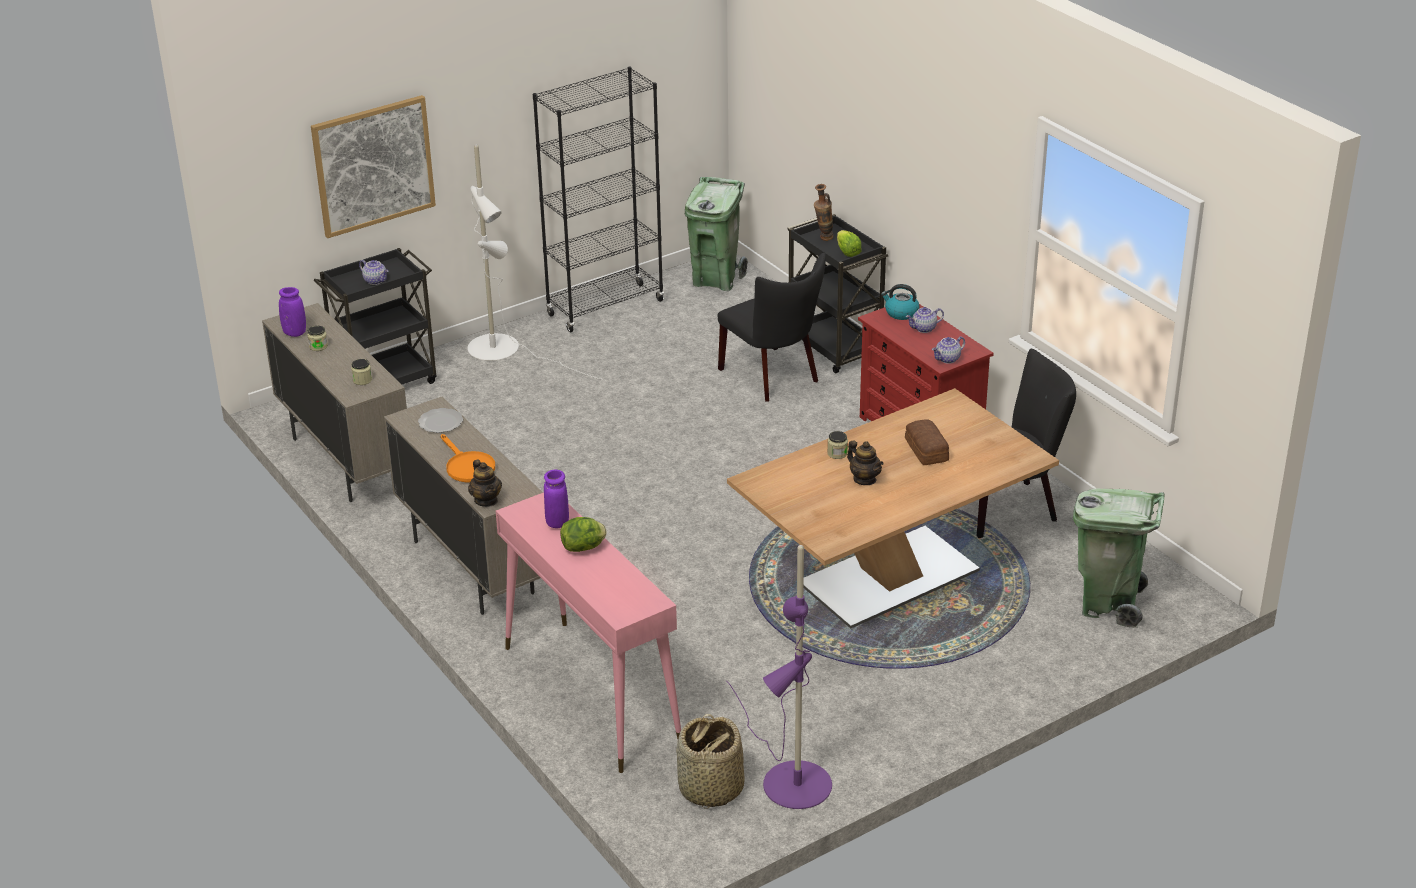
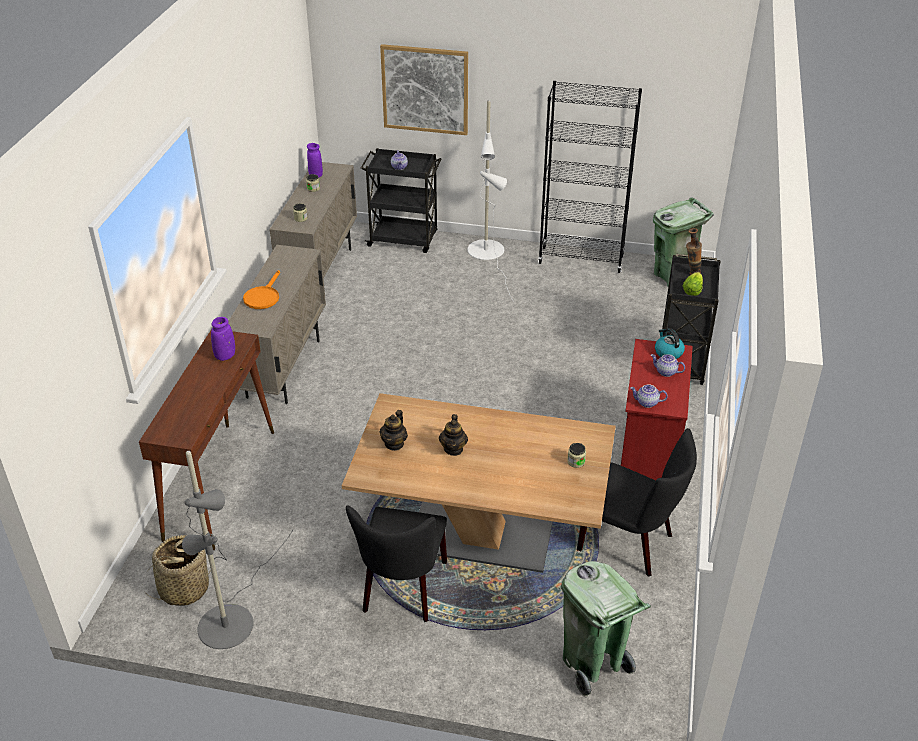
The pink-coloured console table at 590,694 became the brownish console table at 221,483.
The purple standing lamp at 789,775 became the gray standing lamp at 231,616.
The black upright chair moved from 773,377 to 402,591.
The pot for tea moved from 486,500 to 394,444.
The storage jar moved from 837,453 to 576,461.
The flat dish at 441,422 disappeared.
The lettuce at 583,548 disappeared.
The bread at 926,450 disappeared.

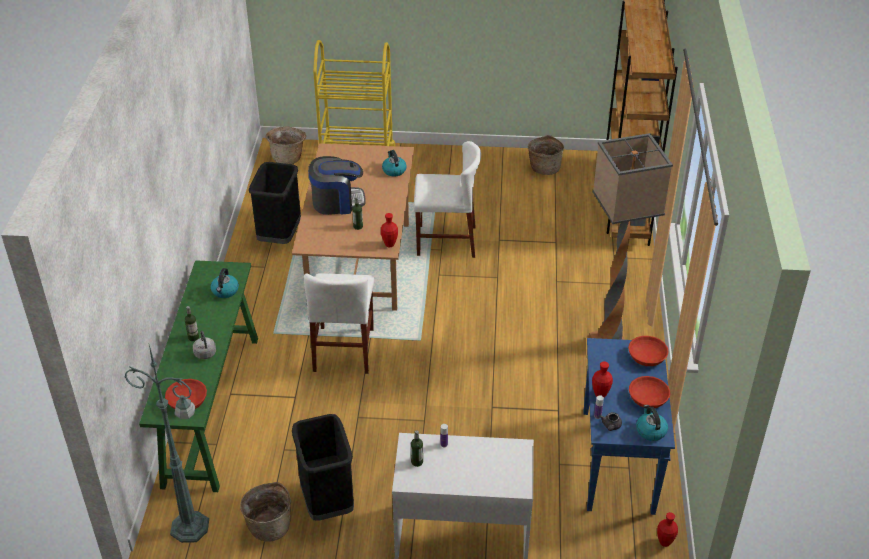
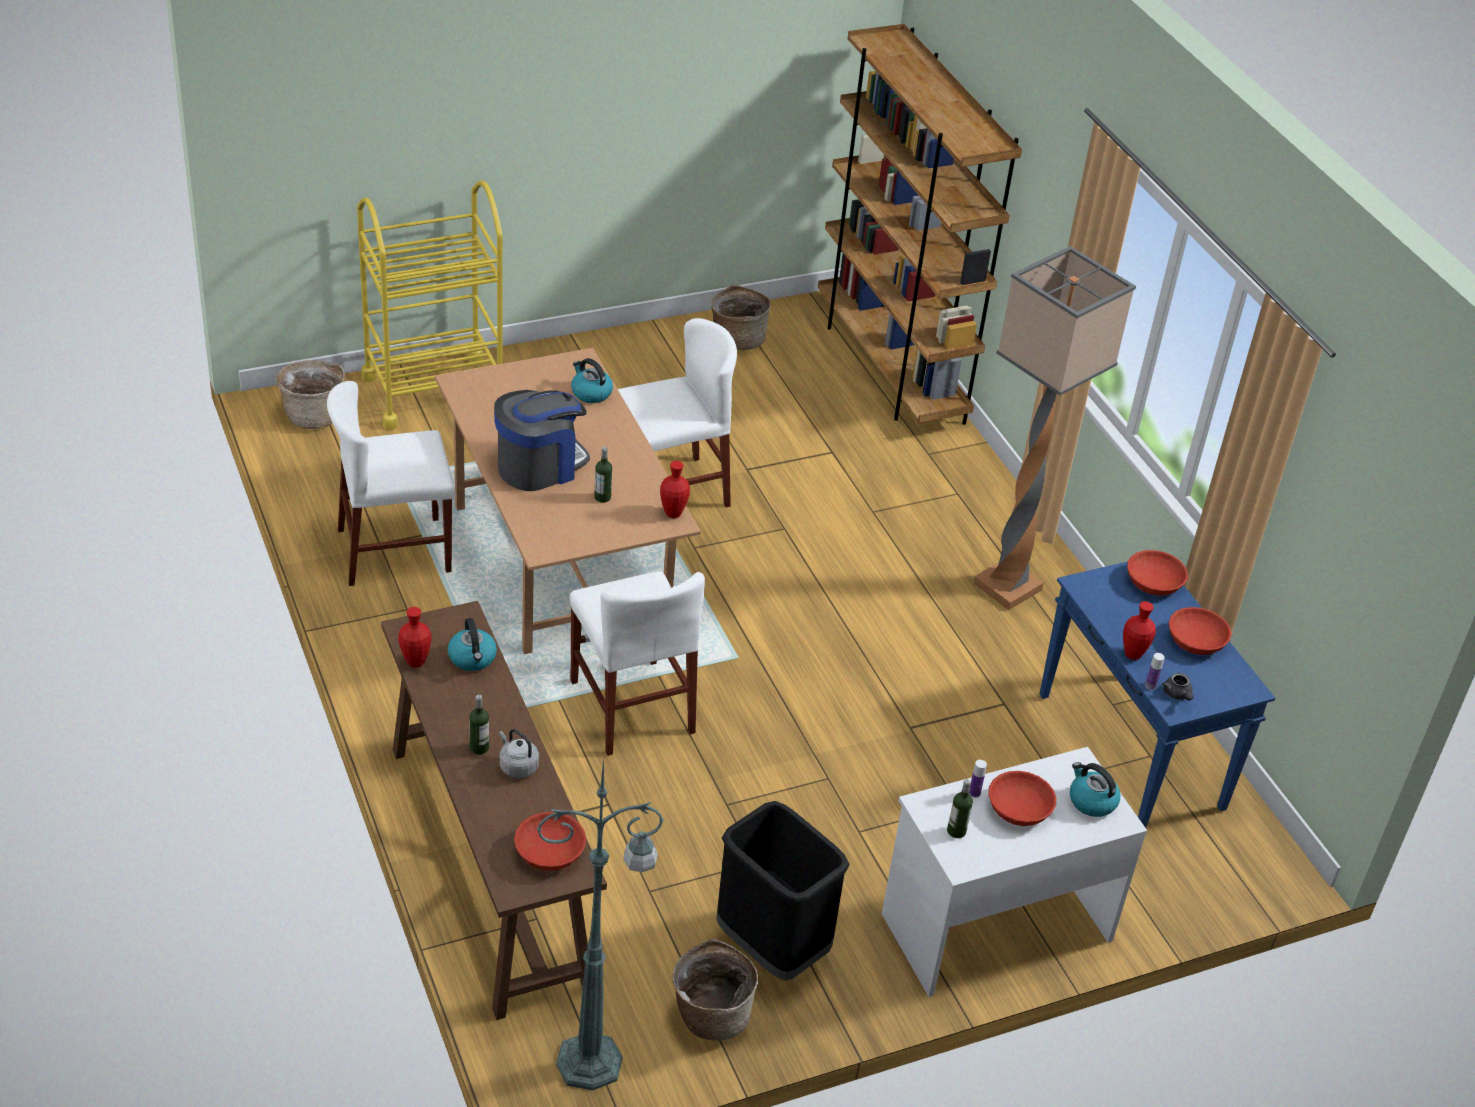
The black rubbish bin at 279,236 was replaced by the white-coloured upright chair at 394,551.
The greenish console table at 212,408 became the brownish console table at 487,863.
The red vase moved from 664,542 to 415,662.
The red deep dish at 1019,808 appeared.
The tea kettle moved from 650,431 to 1091,801.

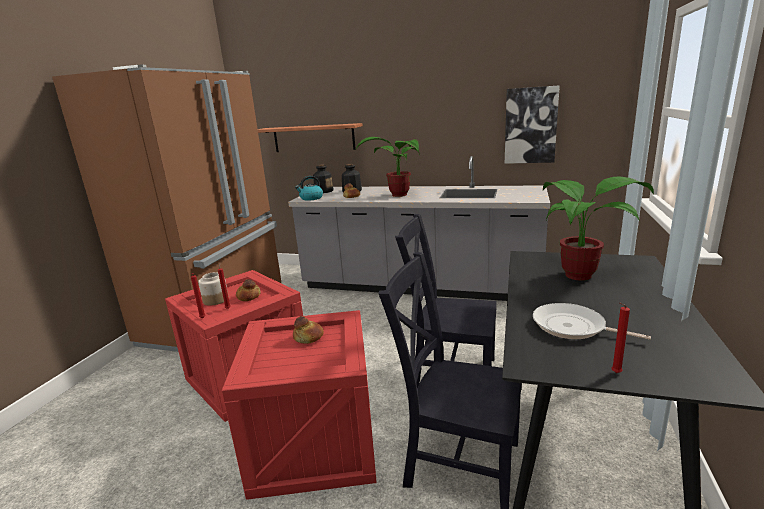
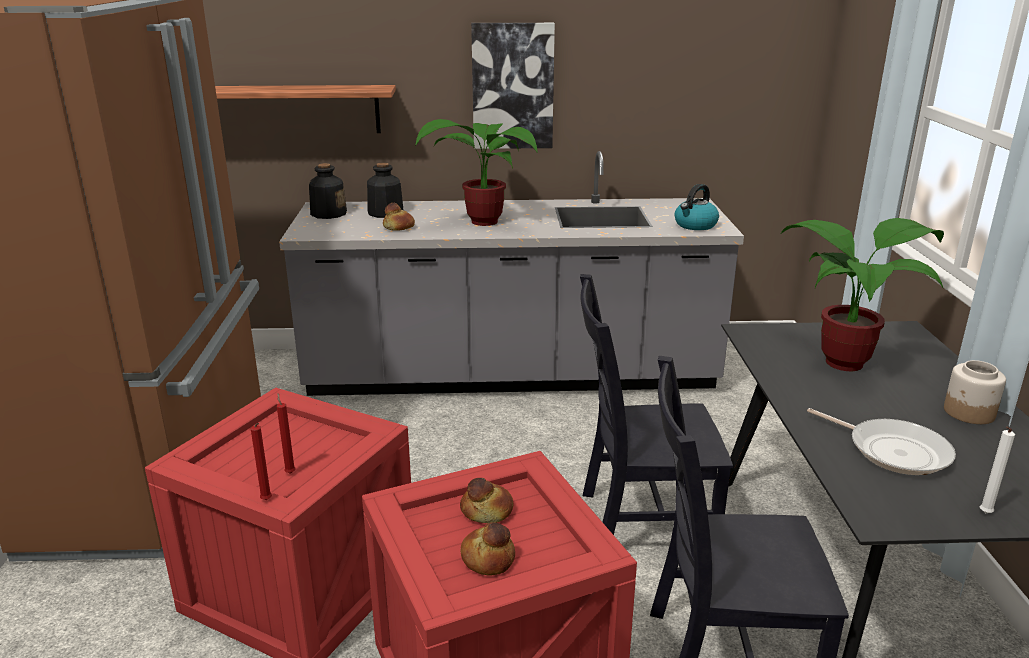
The bread moved from 249,296 to 488,558.
The picture moved from 530,125 to 512,86.
The tea kettle moved from 311,198 to 695,225.
The frying pan at 572,327 turned 150 degrees counterclockwise.
The storage jar moved from 215,300 to 969,413.
The red candle at 614,373 became the white-coloured candle at 984,514.

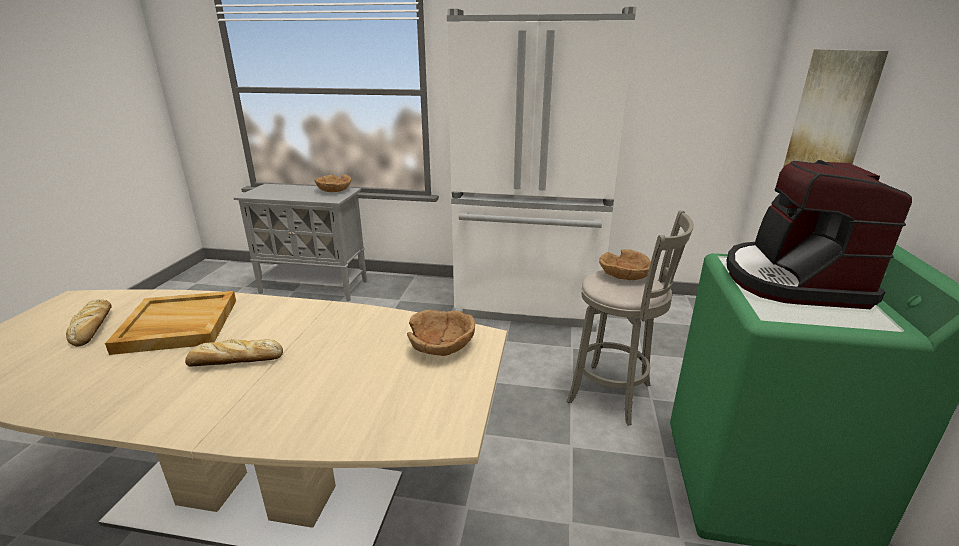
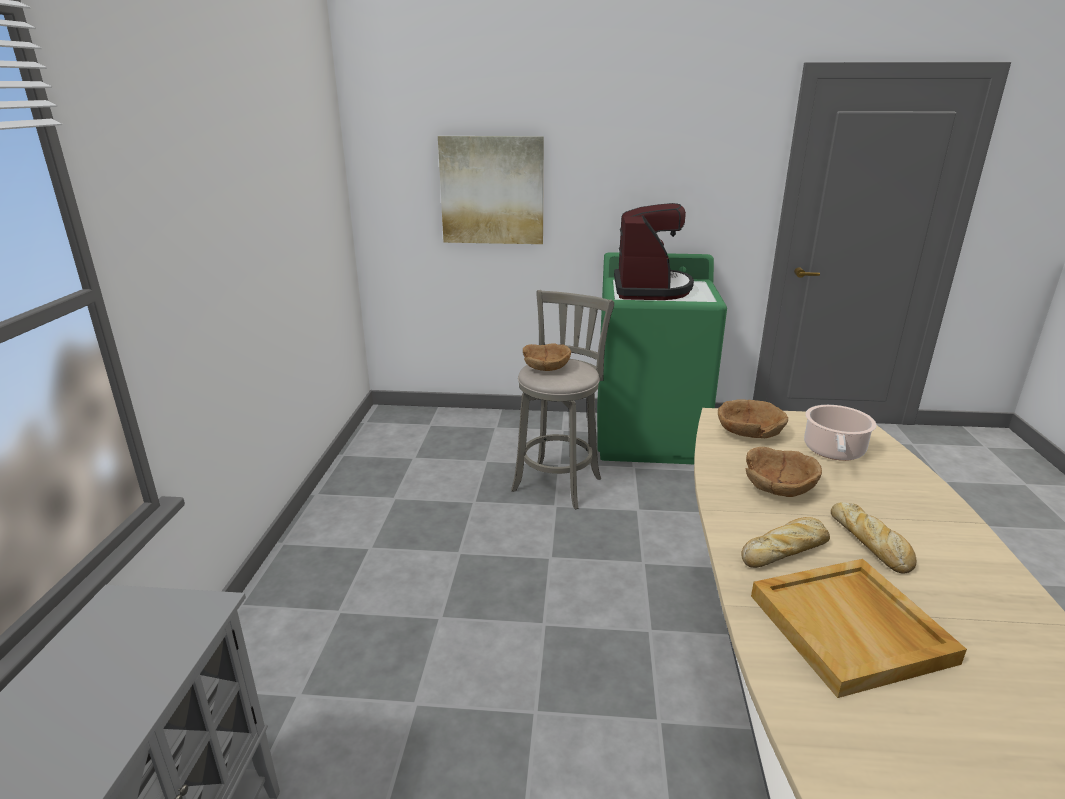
The coffee brewer at 792,280 turned 90 degrees counterclockwise.
The bread moved from 92,327 to 786,550.
The brownish deep dish moved from 334,191 to 779,486.
The cooking pot at 833,451 appeared.
The white-coloured fridge at 528,305 disappeared.

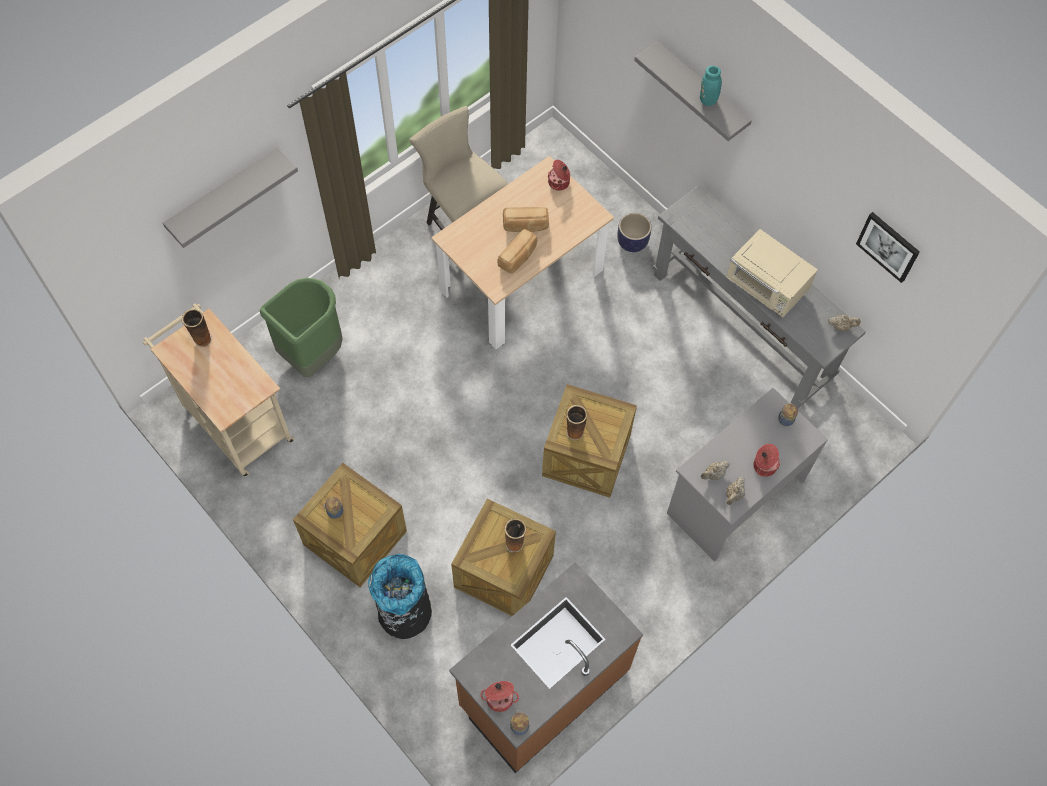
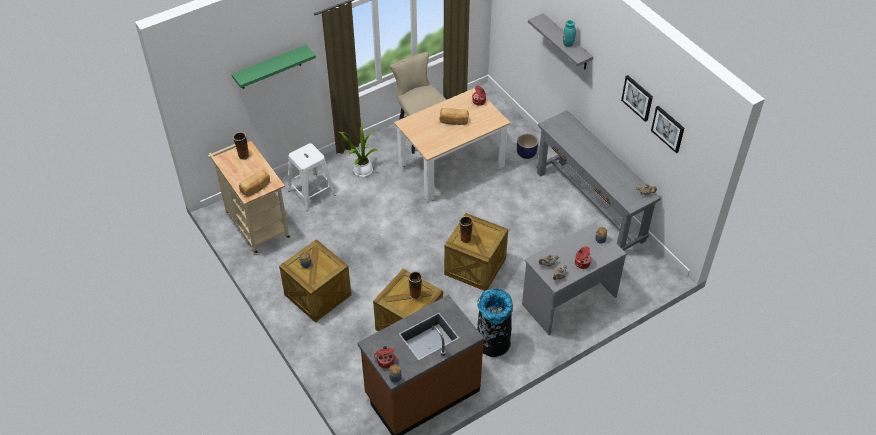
The gray wall shelf at 224,195 became the greenish wall shelf at 270,67.
The bread moved from 518,257 to 256,188.
The greenish rubbish bin at 312,354 was replaced by the white-coloured stool seat at 311,193.
The plant in a pot at 361,171 appeared.
The black rubbish bin moved from 404,613 to 492,343.
The picture at 637,98 appeared.
The beige-coloured kitchen microwave at 766,287 disappeared.

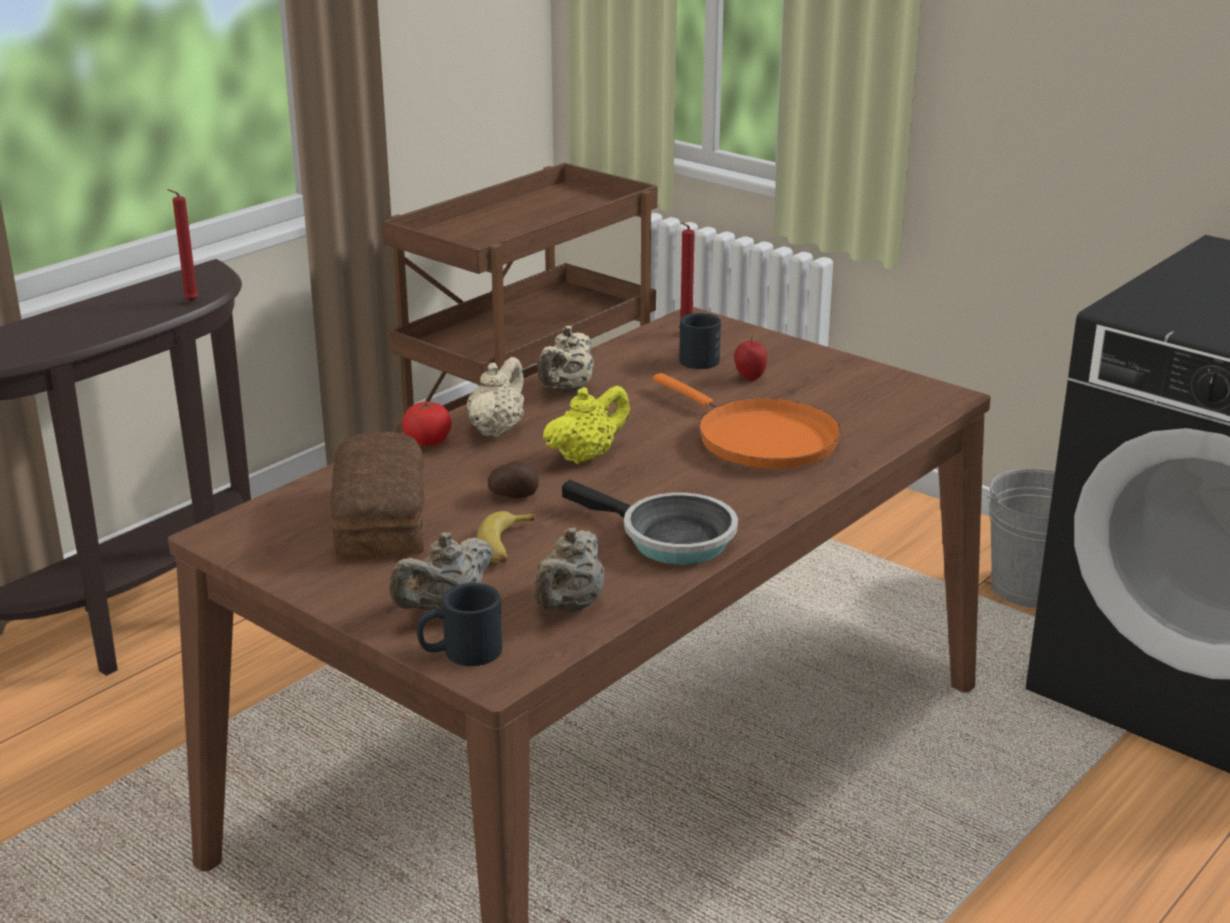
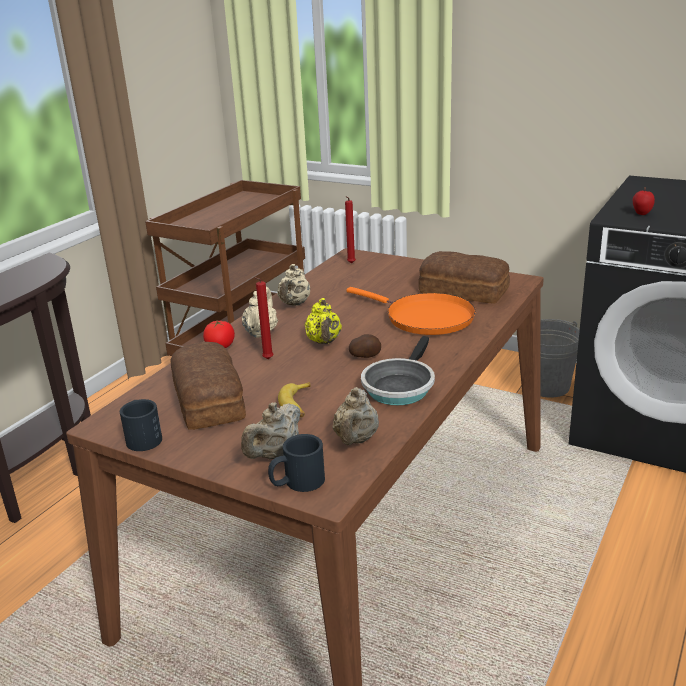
The black tea mug moved from 697,357 to 143,437.
The red candle moved from 189,302 to 267,360.
The yellow pot for tea at 586,456 turned 135 degrees clockwise.
The potato moved from 514,496 to 365,356.
The frying pan at 669,539 turned 90 degrees clockwise.
The bread at 464,292 appeared.
The apple moved from 750,378 to 641,214.

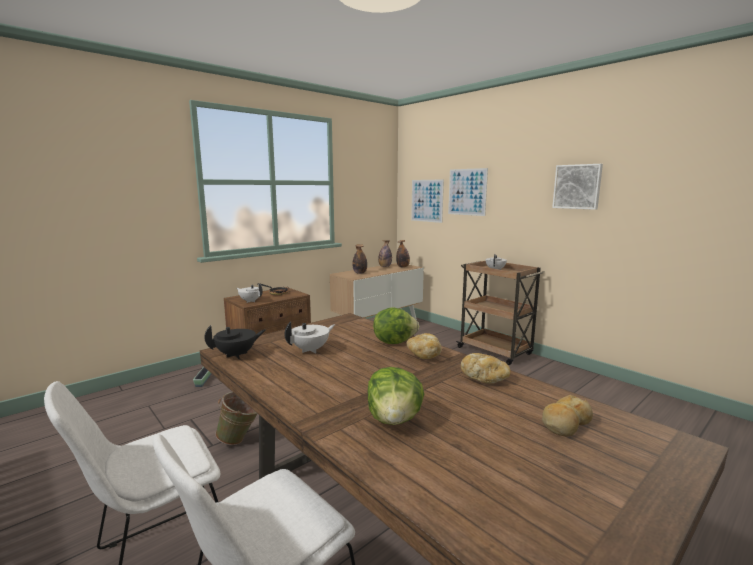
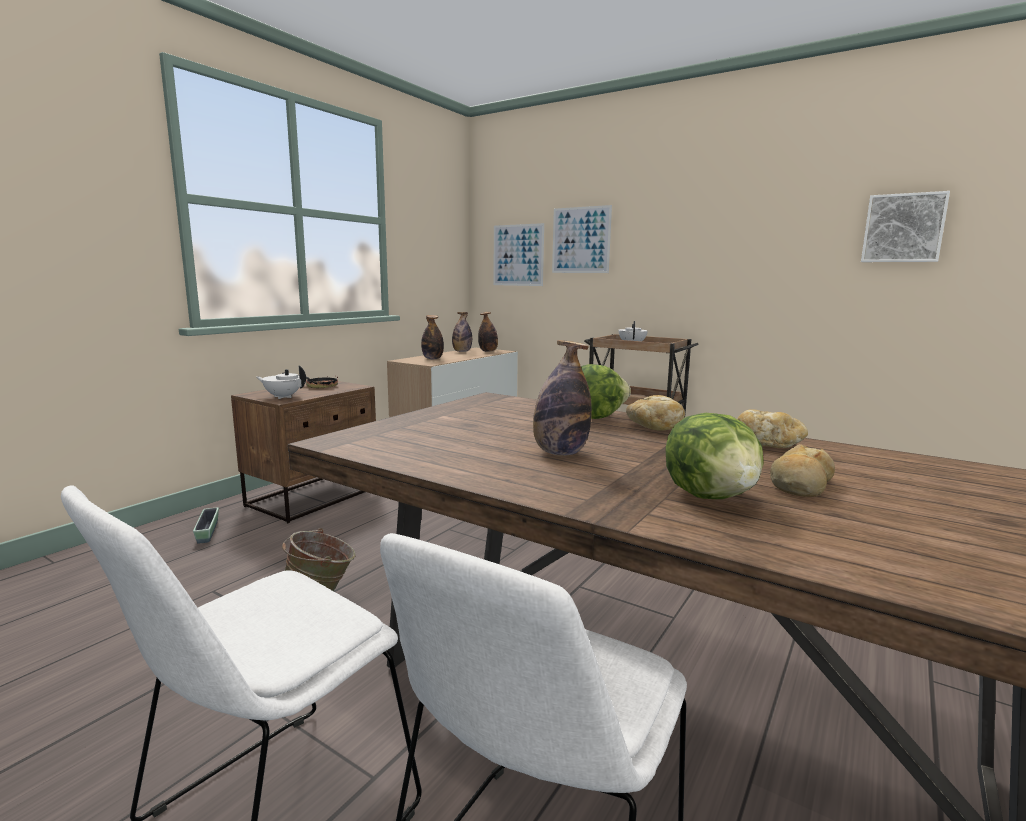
The bottle at 560,453 appeared.
The bread moved from 565,424 to 800,484.
The picture moved from 577,186 to 903,228.
The black pot for tea at 237,355 disappeared.
The white-coloured pot for tea at 311,350 disappeared.

